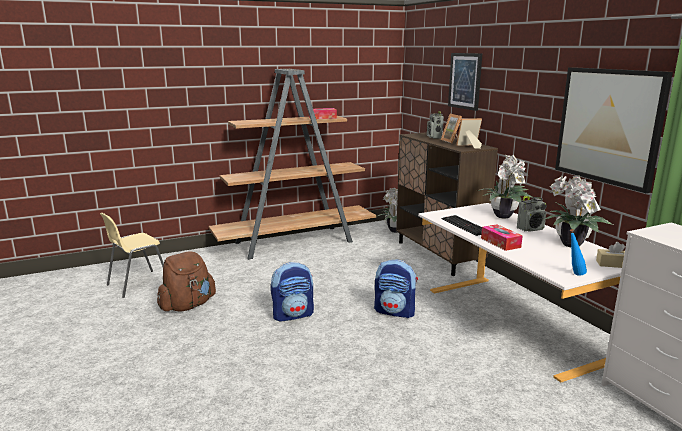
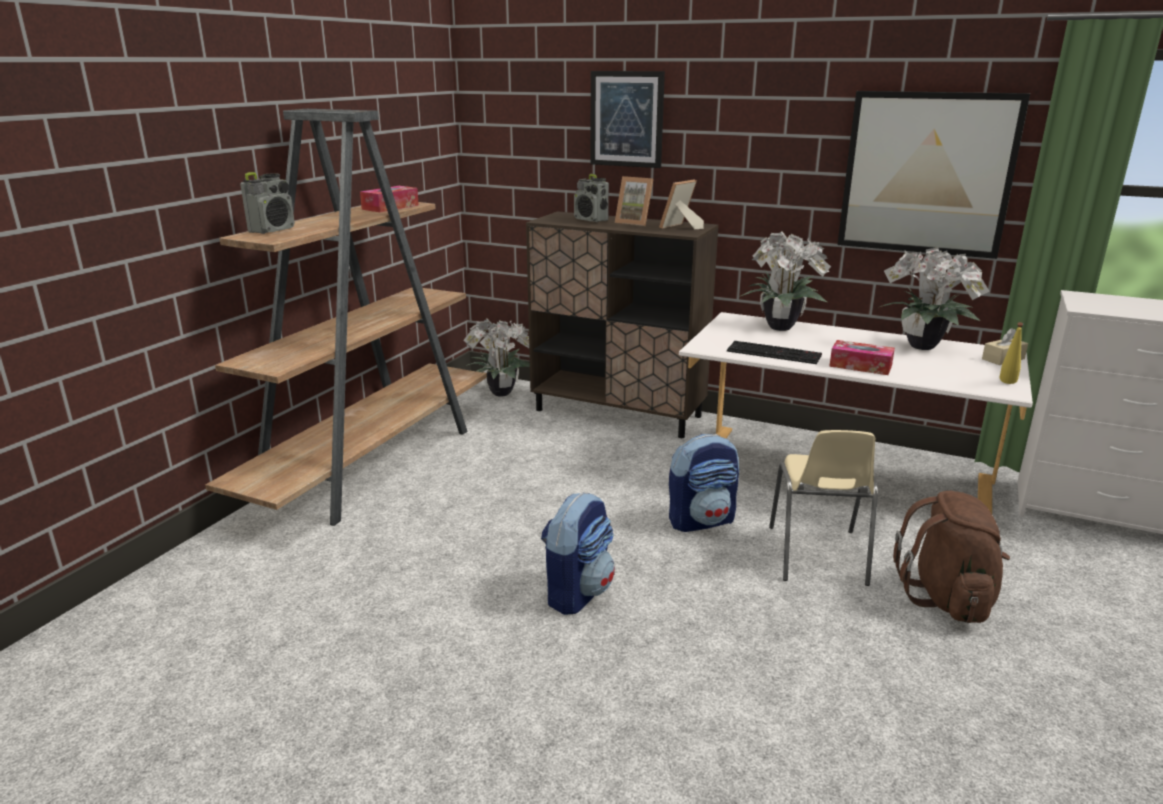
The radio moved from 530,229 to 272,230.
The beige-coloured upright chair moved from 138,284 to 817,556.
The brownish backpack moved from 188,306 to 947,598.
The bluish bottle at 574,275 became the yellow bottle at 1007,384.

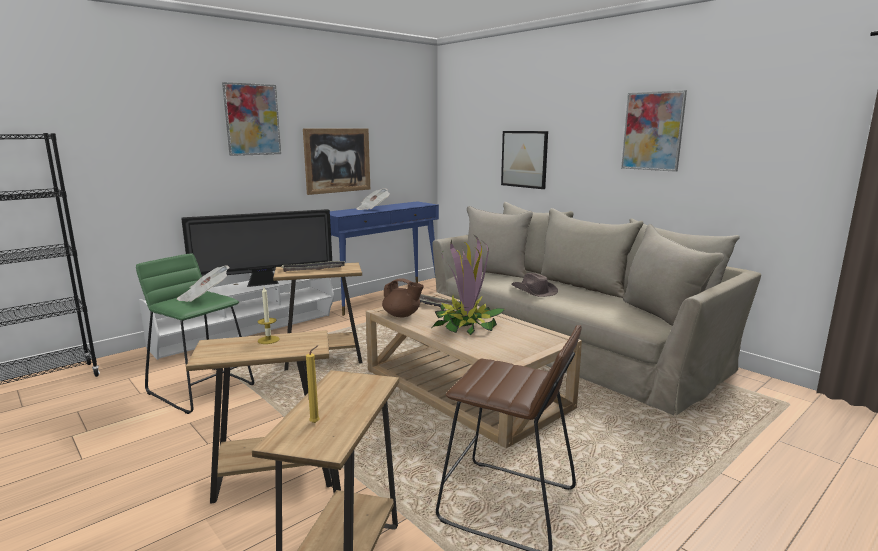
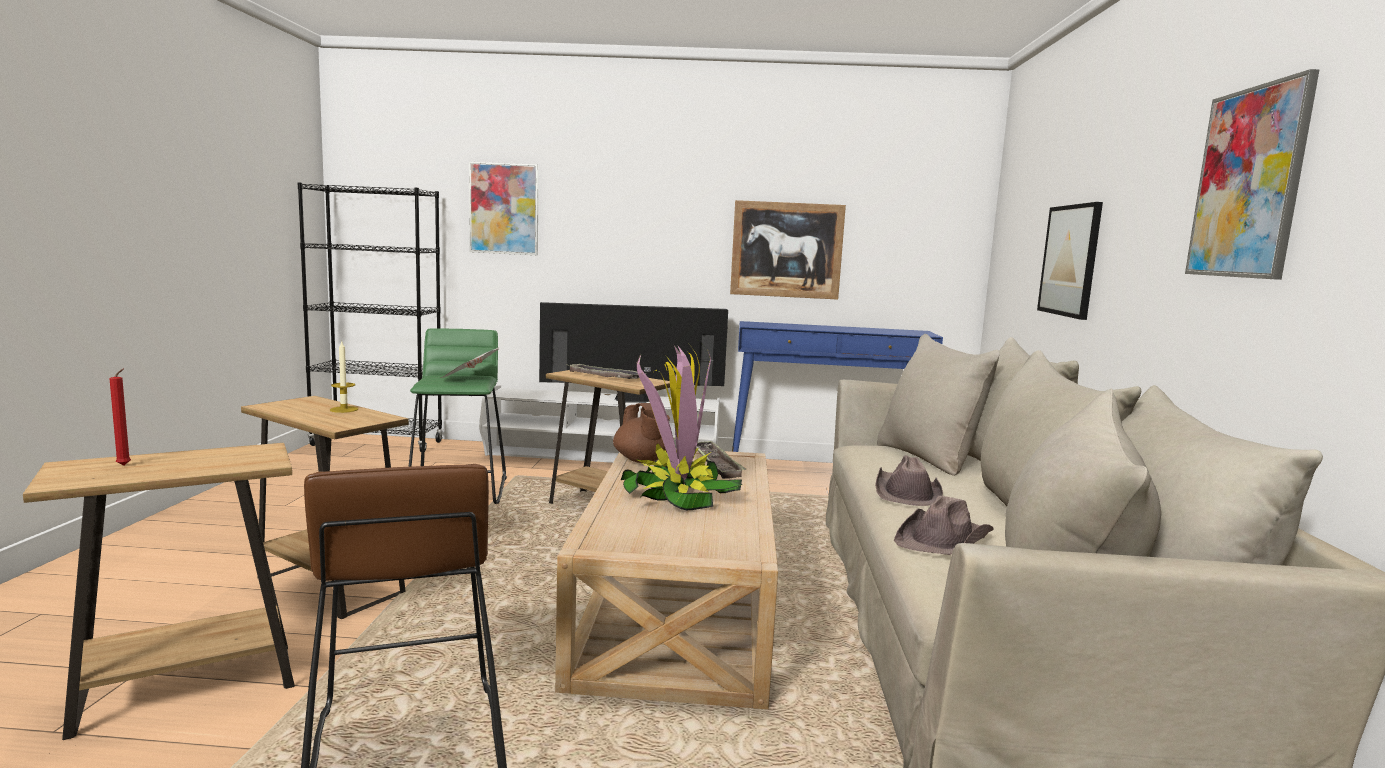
The yellow candle at 316,422 became the red candle at 125,466.
The picture moved from 252,119 to 504,209.
The television at 265,284 turned 150 degrees clockwise.
The brownish hat at 944,539 appeared.
The newspaper at 373,208 disappeared.

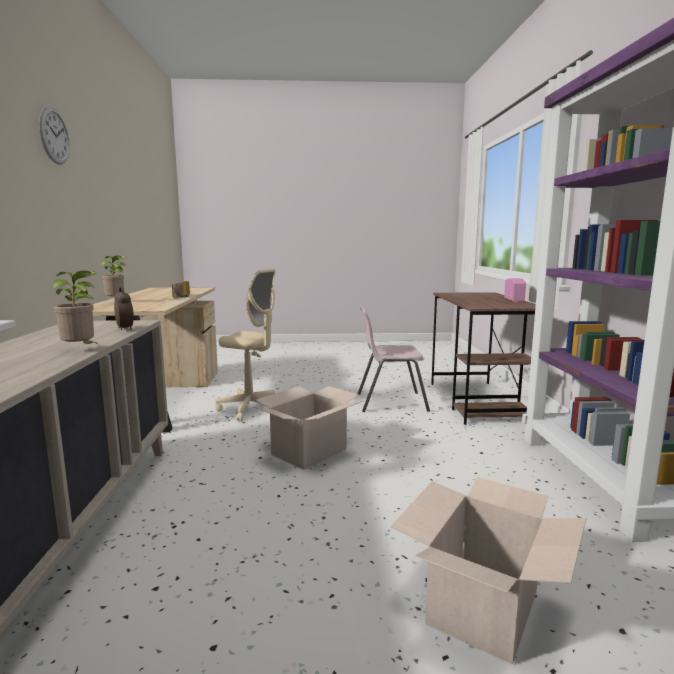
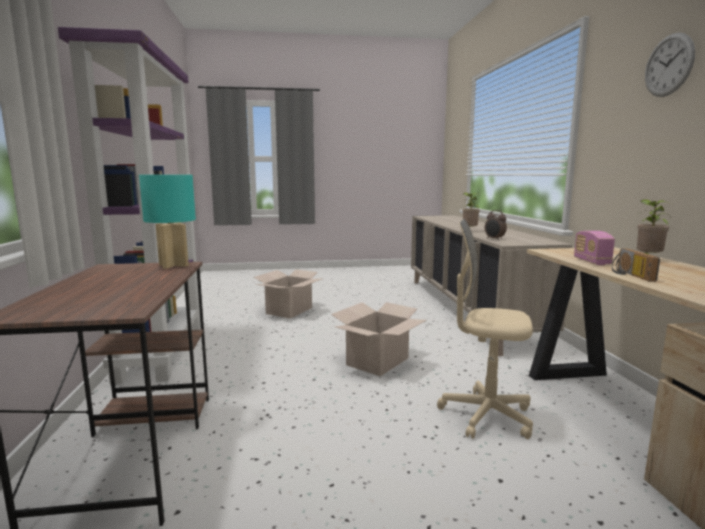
The turquoise tabletop lamp at 173,265 appeared.
The radio moved from 514,300 to 591,261.
The pink-coloured upright chair at 390,402 disappeared.

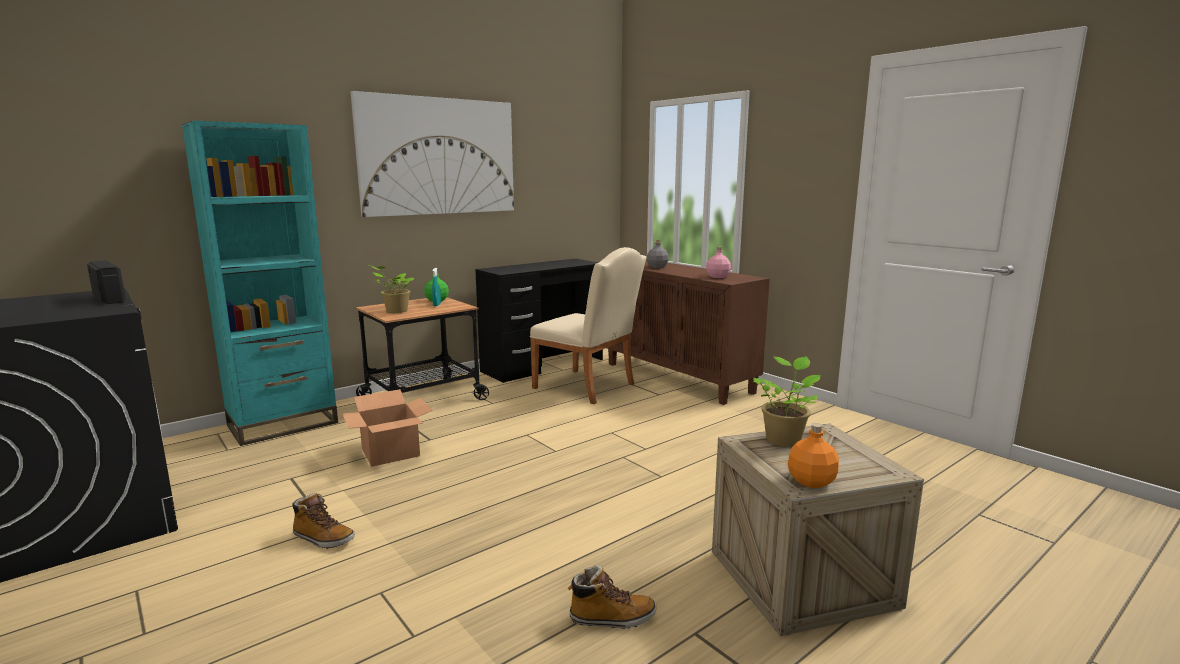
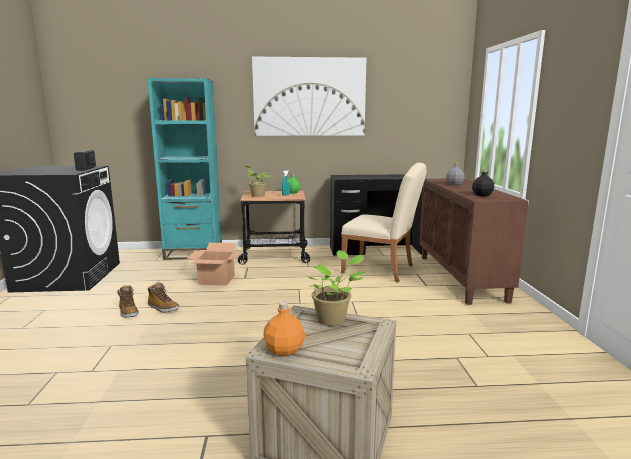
The boot moved from 612,618 to 163,308.
The beige-coloured upright chair at 589,387 turned 45 degrees counterclockwise.
The pink-coloured bottle at 717,277 became the black bottle at 482,195.

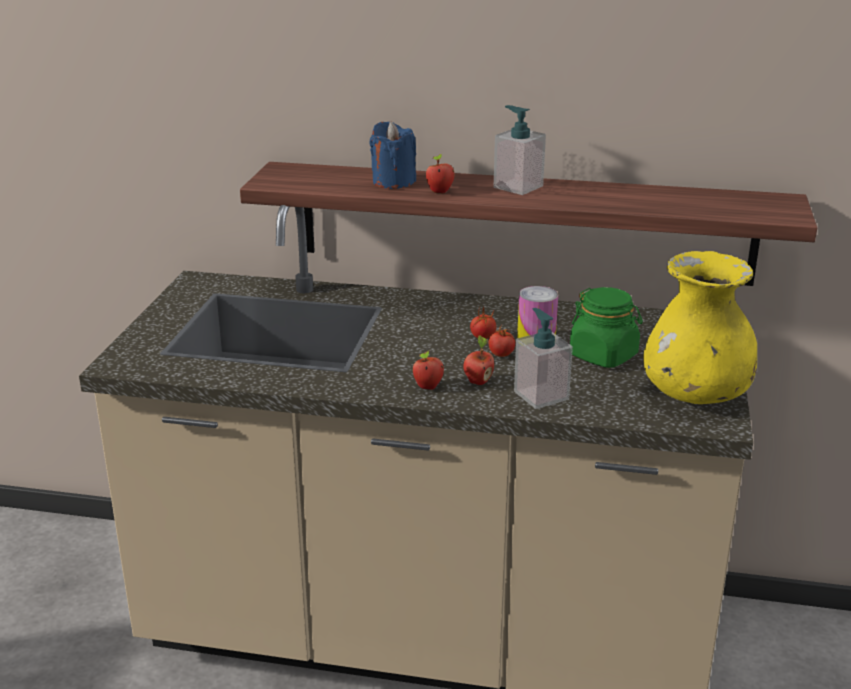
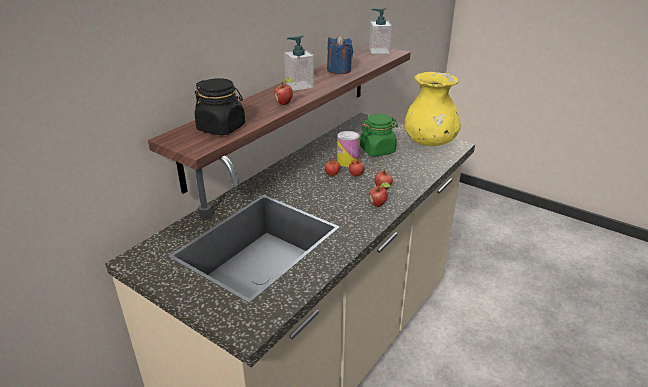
The black storage jar at 221,128 appeared.
The bluish candle moved from 393,182 to 339,70.
The soap bottle moved from 541,395 to 379,51.

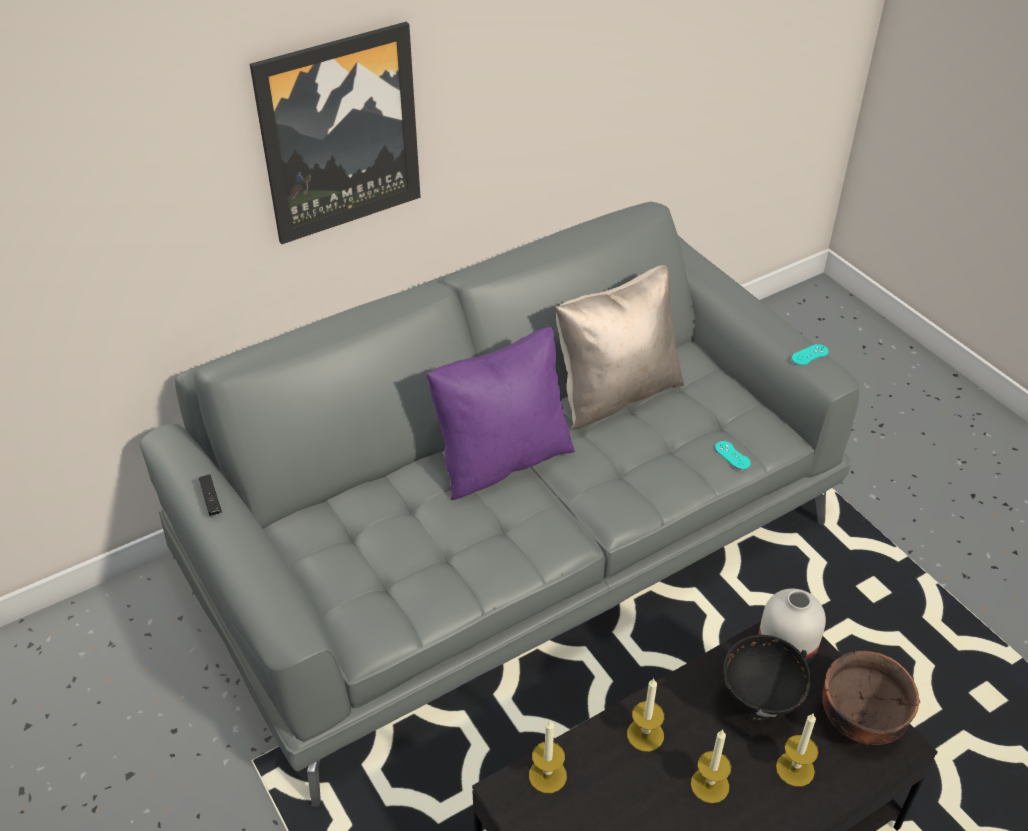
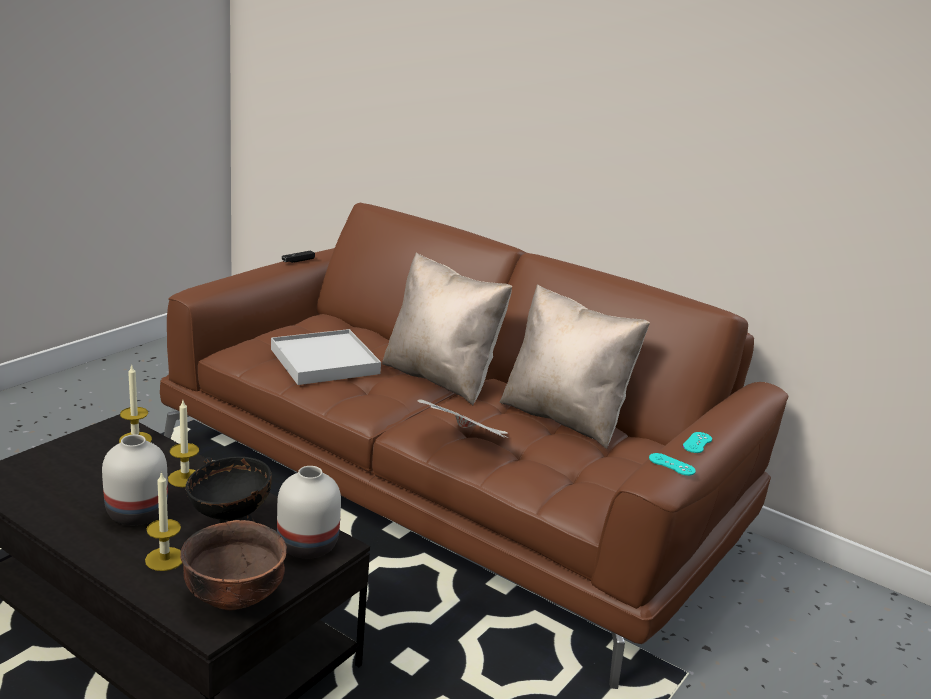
The candle at 709,785 was replaced by the white-coloured vase at 138,513.
The gray settee at 514,541 became the brownish settee at 450,492.
The white-coloured serving tray at 324,361 appeared.
The purple pillow at 502,459 became the beige-coloured pillow at 440,378.
The newspaper at 465,442 appeared.
The turquoise gamepad moved from 732,455 to 697,443.
The picture at 339,133 disappeared.

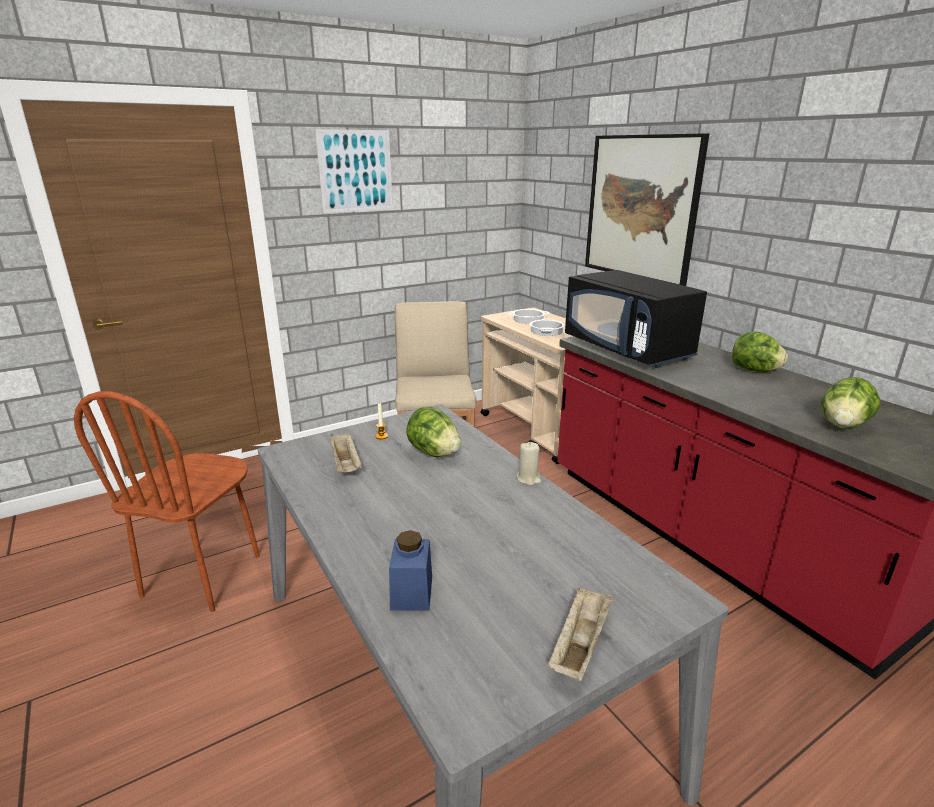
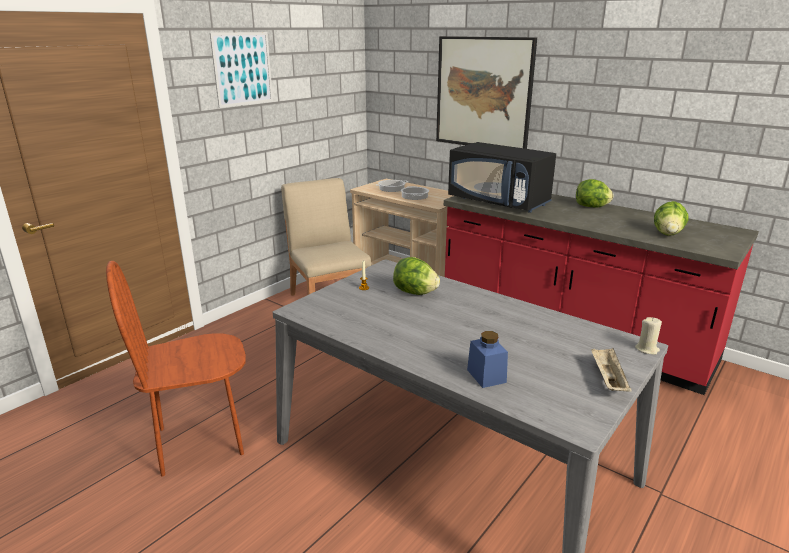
The brownish upright chair at 203,575 turned 75 degrees clockwise.
The beige-coloured candle moved from 528,479 to 647,349.
The beige-coloured serving tray at 346,464 disappeared.

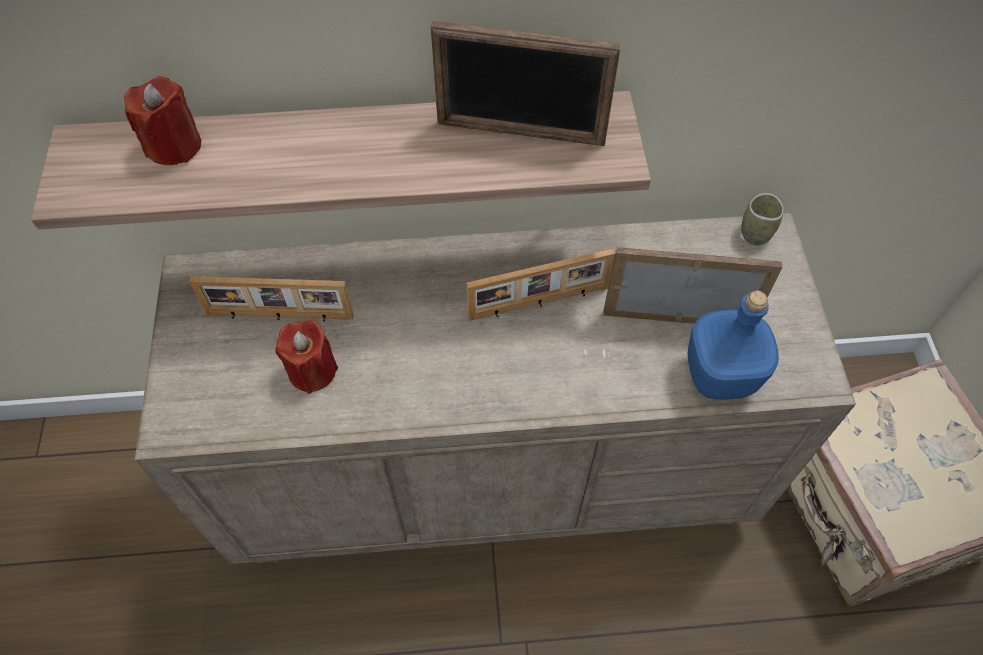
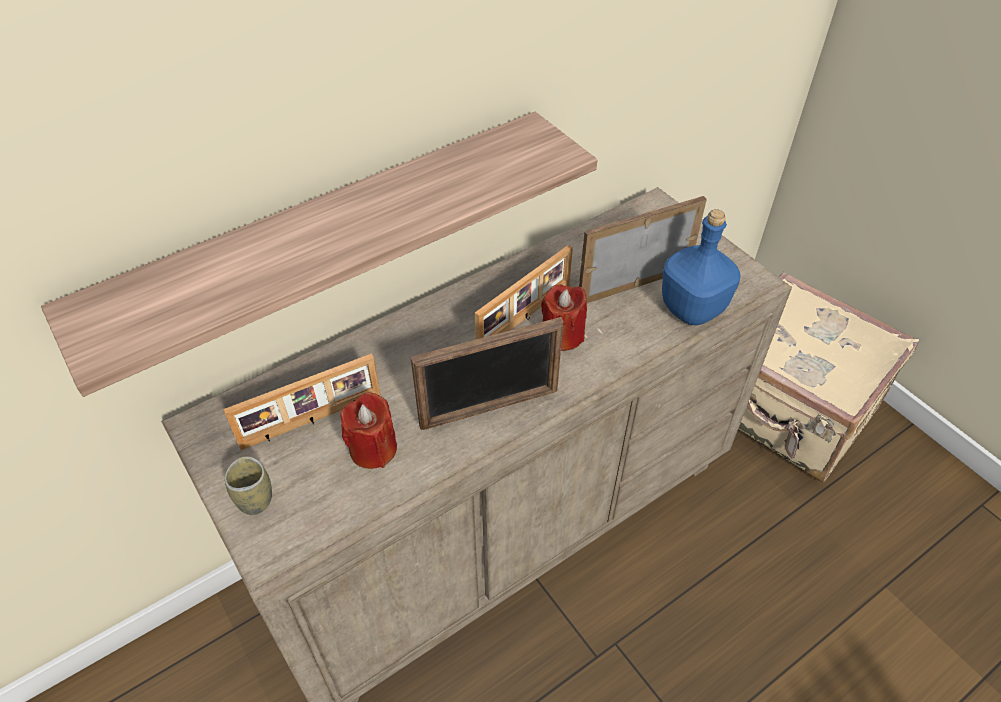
The small cup moved from 755,233 to 255,499.
The picture frame moved from 520,133 to 489,408.
The red candle moved from 174,146 to 562,335.

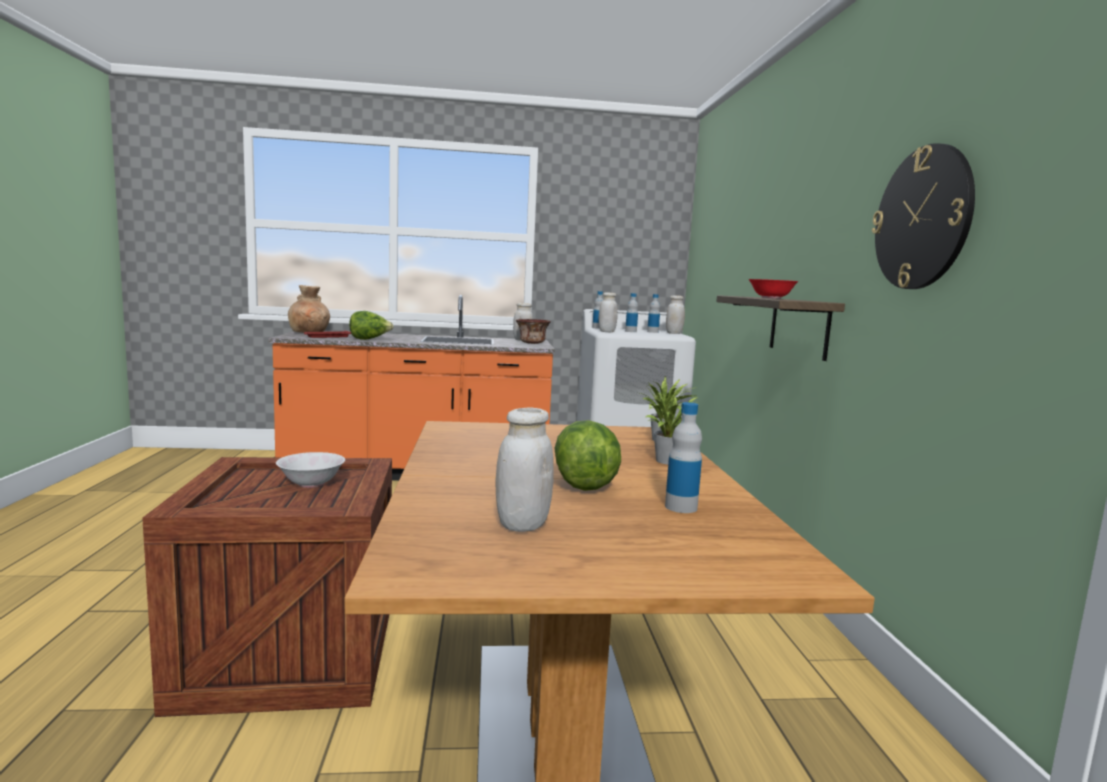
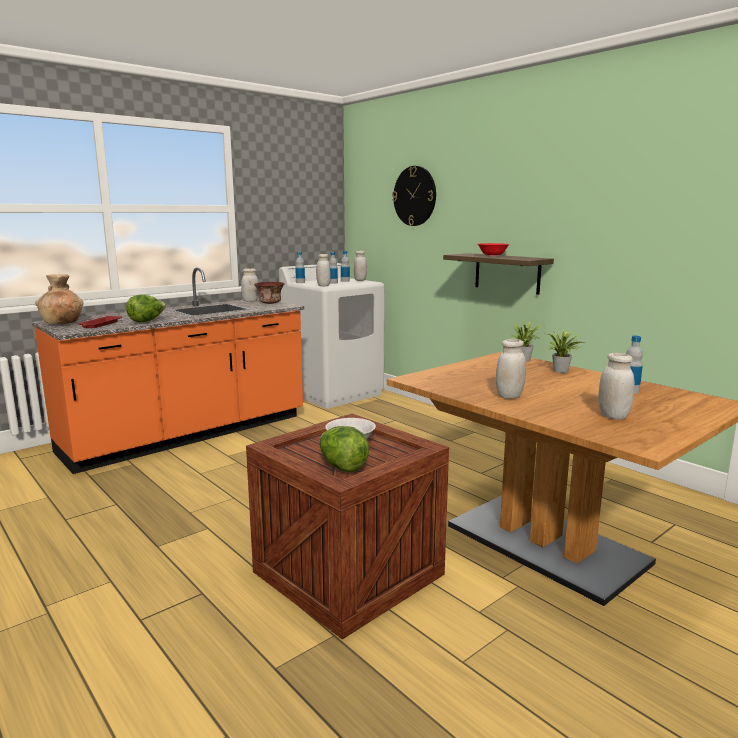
The lettuce moved from 584,484 to 342,466.
The clock on the wall moved from 922,218 to 415,196.
The white-coloured storage jar at 509,396 appeared.

